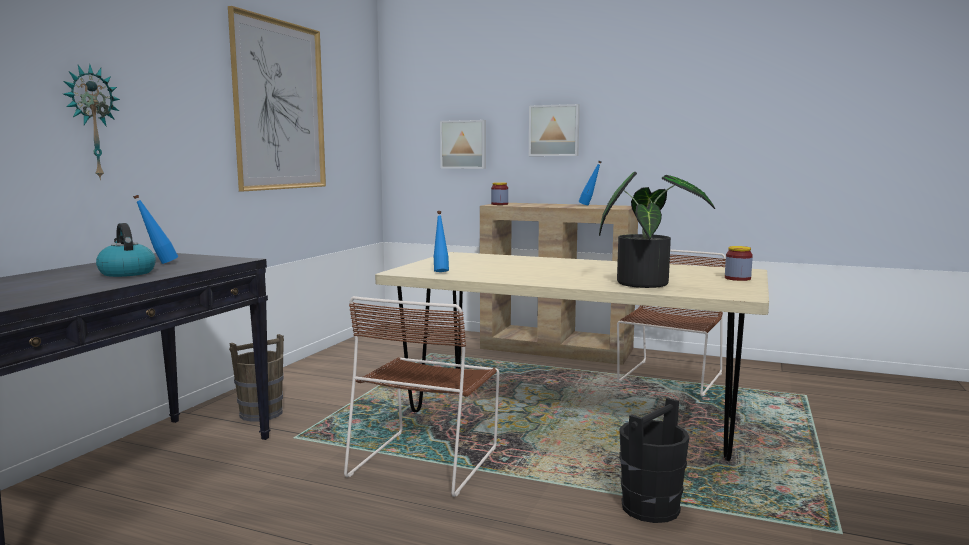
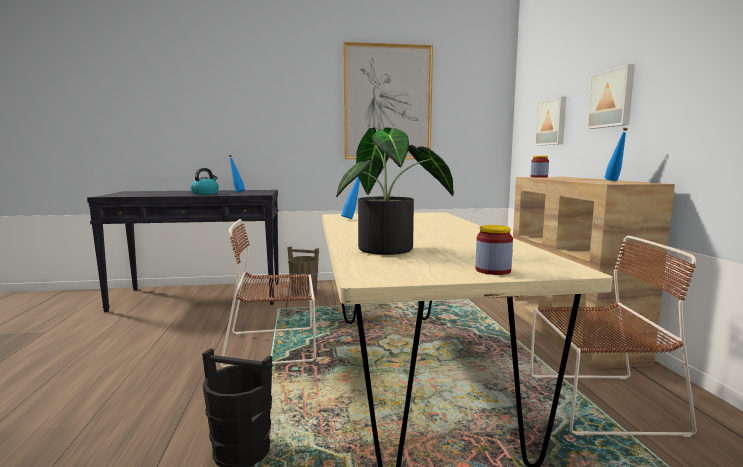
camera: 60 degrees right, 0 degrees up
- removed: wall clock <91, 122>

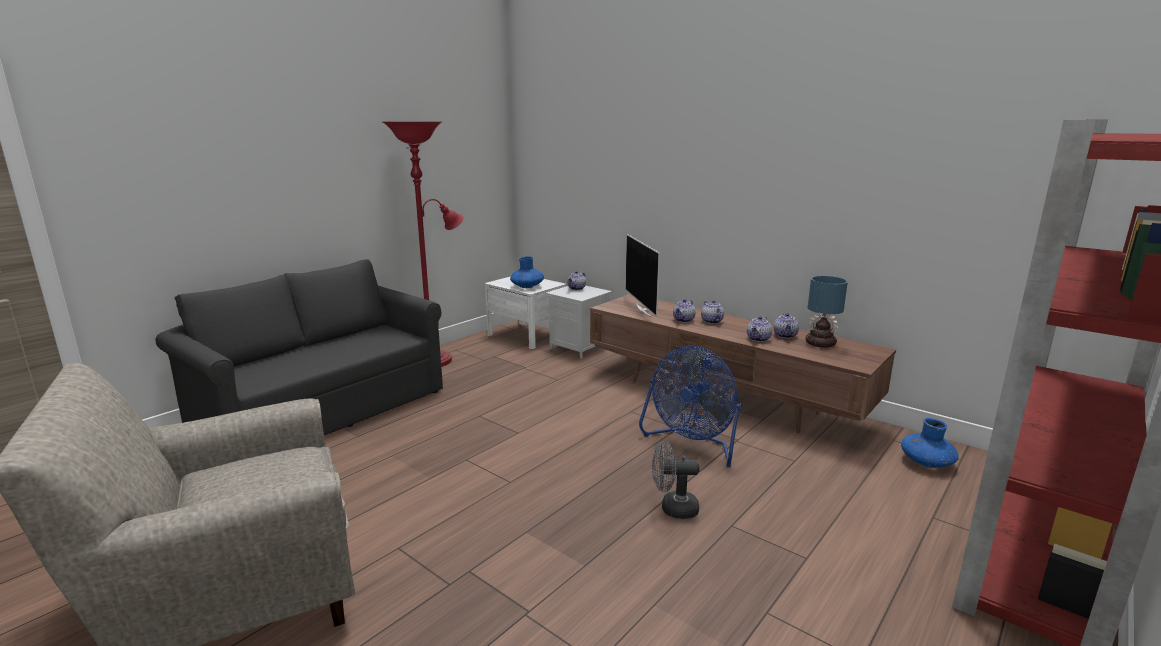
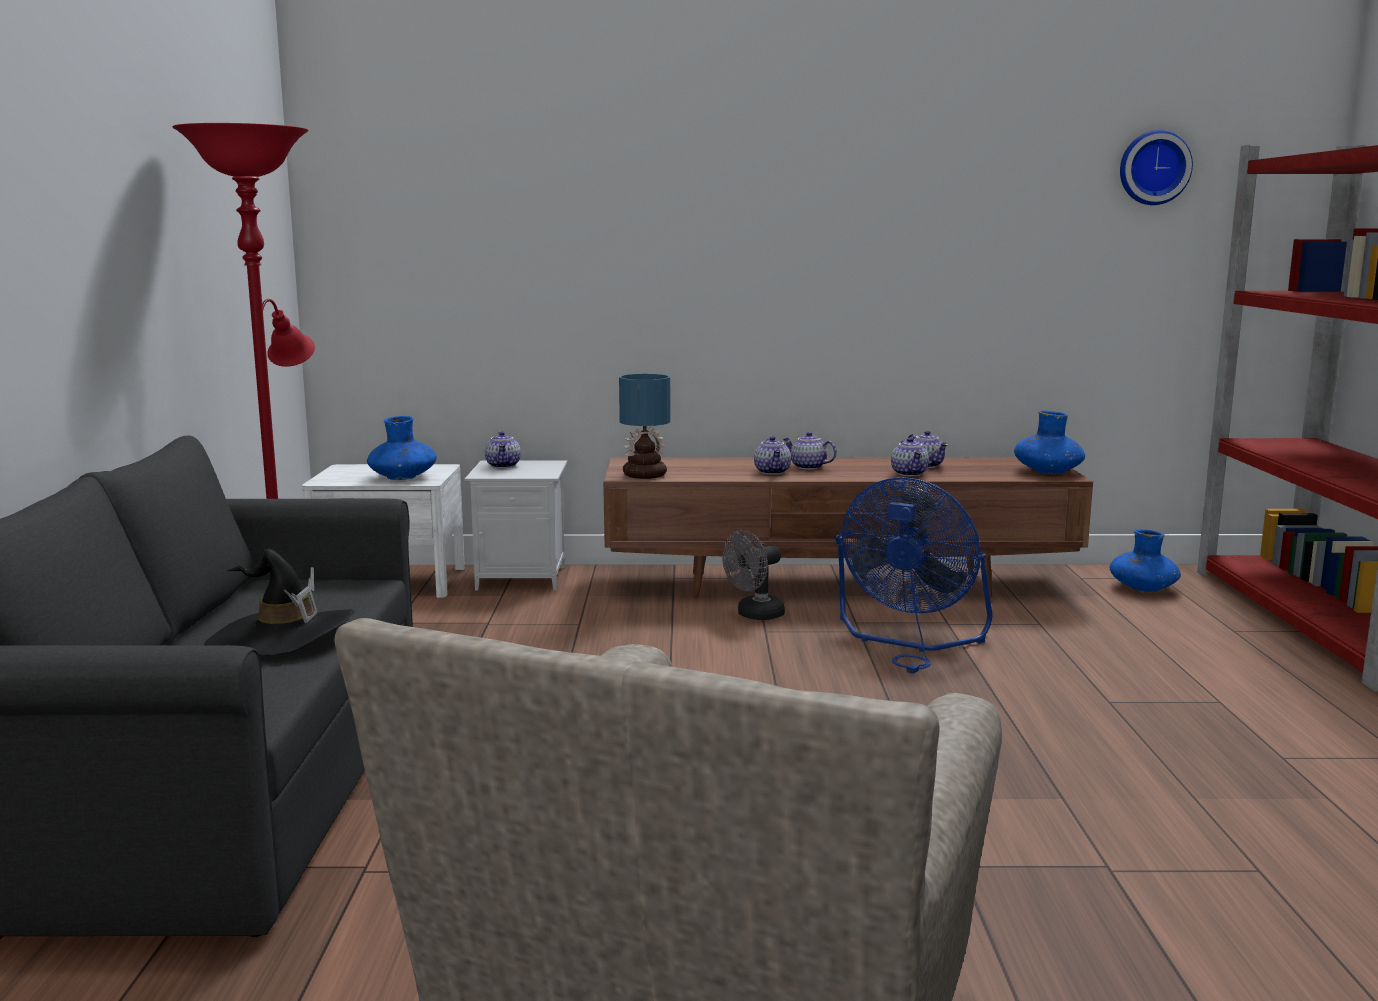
camera: 40 degrees left, 5 degrees down
- added: black hat <282, 638>
- moved: table lamp <821, 343> to <646, 475>
- moved: grey fan <673, 508> to <754, 615>
- turned: blue fan <691, 442> = <905, 640> 150 degrees counterclockwise
- added: blue vase <1048, 472>
- added: wall clock <1153, 168>
- removed: television <644, 310>

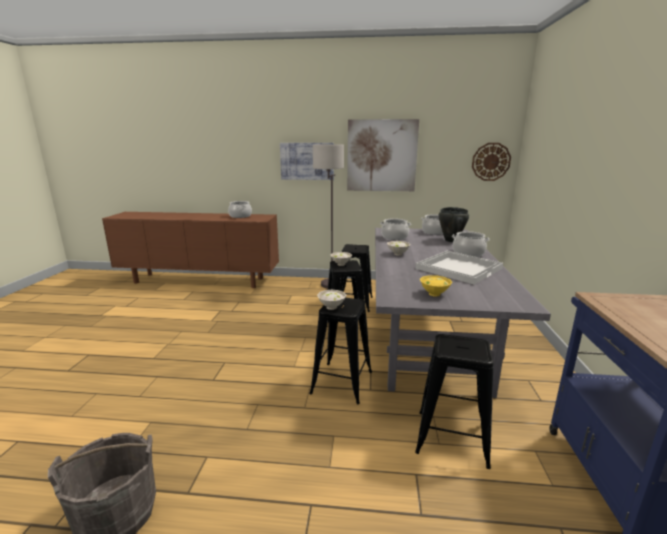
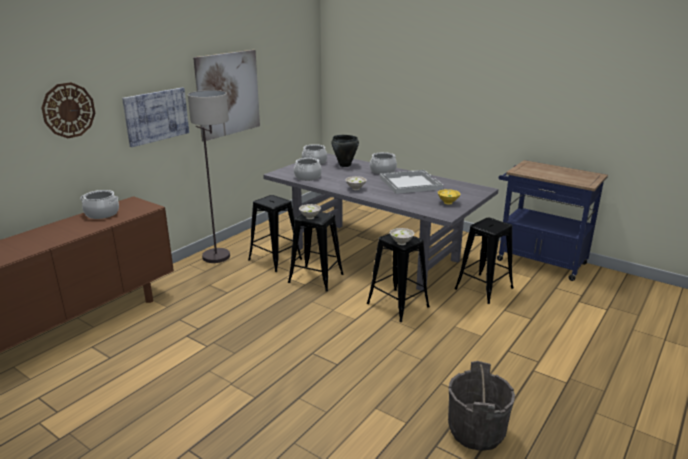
camera: 60 degrees left, 5 degrees up
- moved: wall clock <491, 161> to <68, 110>

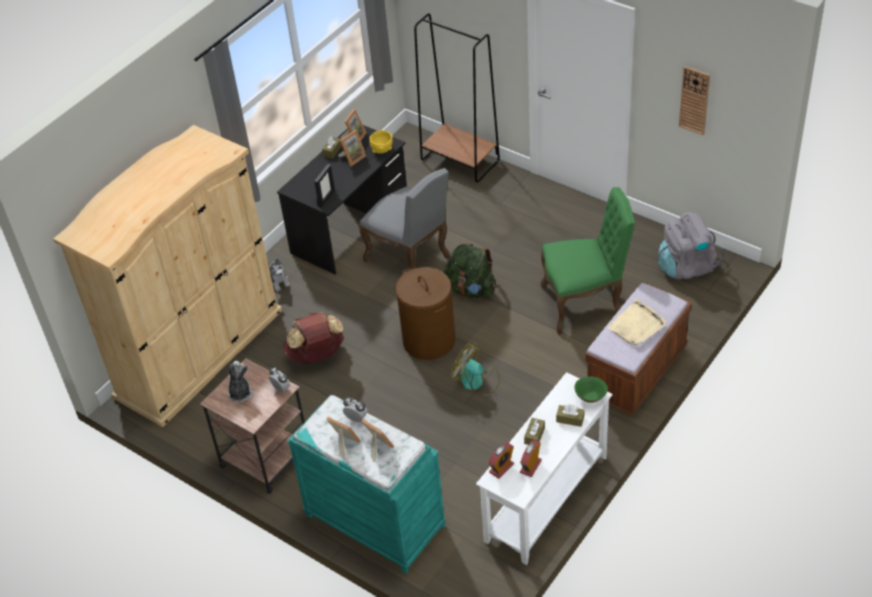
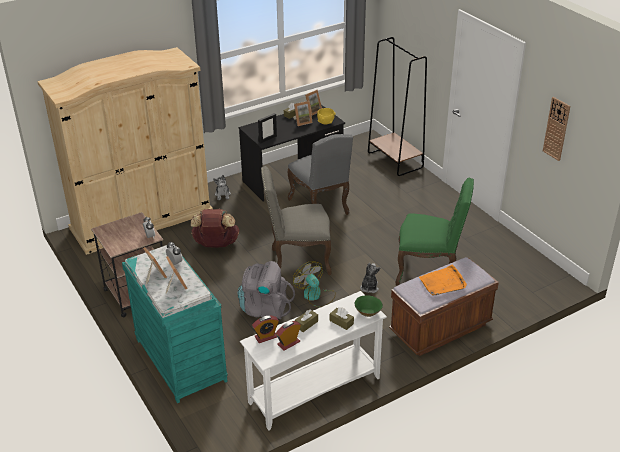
camera: 20 degrees right, 10 degrees down
- moved: grey backpack <686, 266> to <265, 309>
- replaced: brown laundry basket <428, 340> to grey chair <299, 259>
- moved: plush toy <240, 393> to <369, 288>
- recoloured: beige tray <637, 325> to orange tray <443, 283>
- removed: green backpack <471, 289>

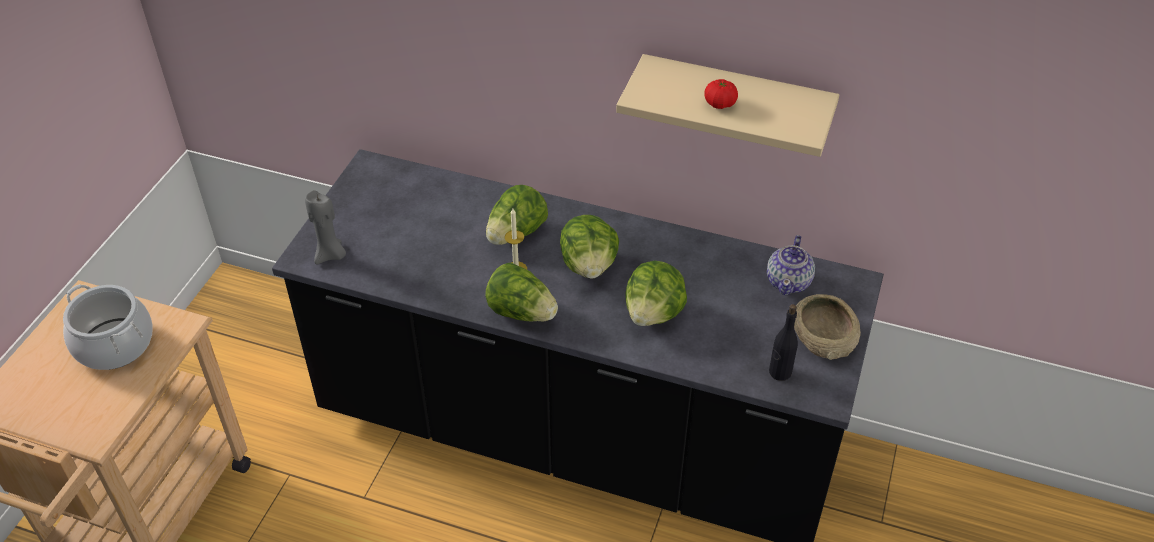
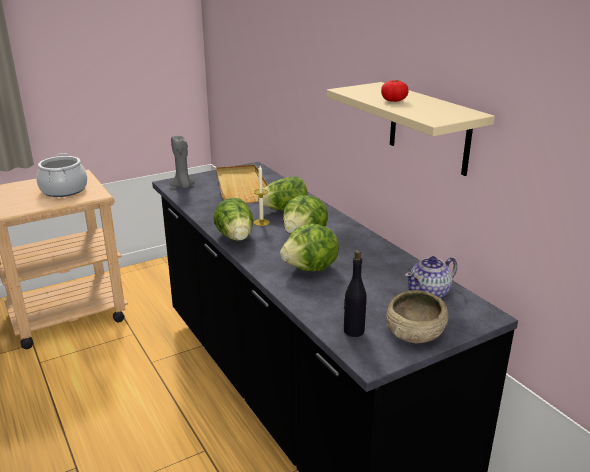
camera: 40 degrees right, 20 degrees down
- added: beige tray <241, 186>

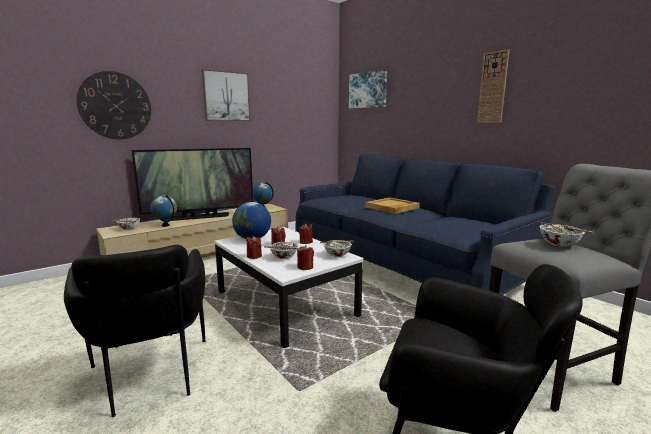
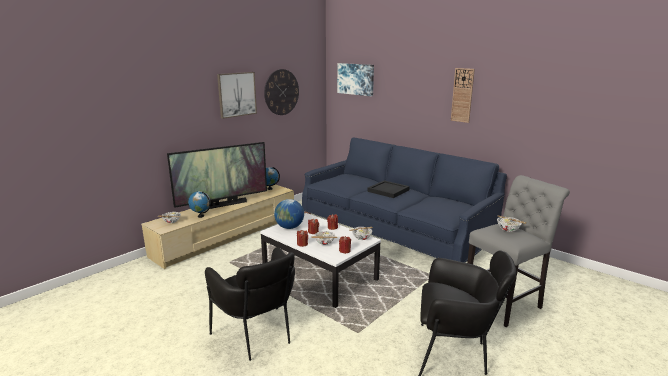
camera: 10 degrees left, 5 degrees up
- moved: wall clock <115, 106> to <281, 92>
- recoloured: beige tray <392, 207> to black tray <388, 191>

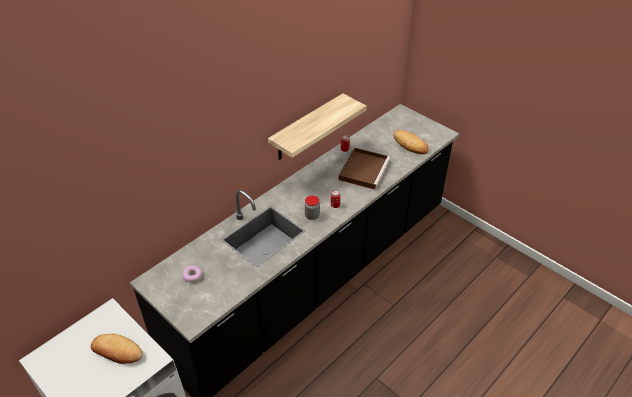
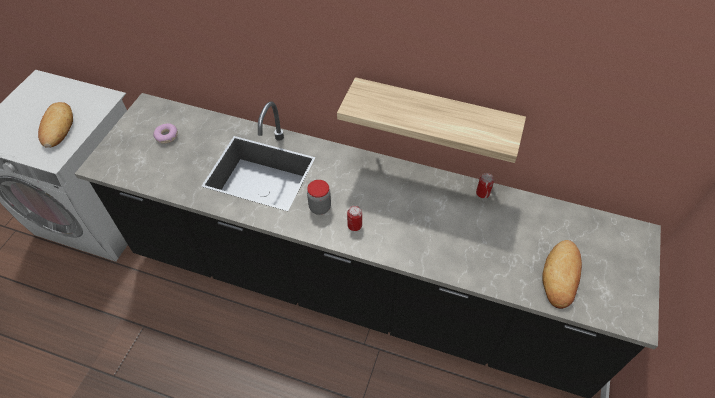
camera: 65 degrees right, 10 degrees up
- removed: brown tray <364, 169>

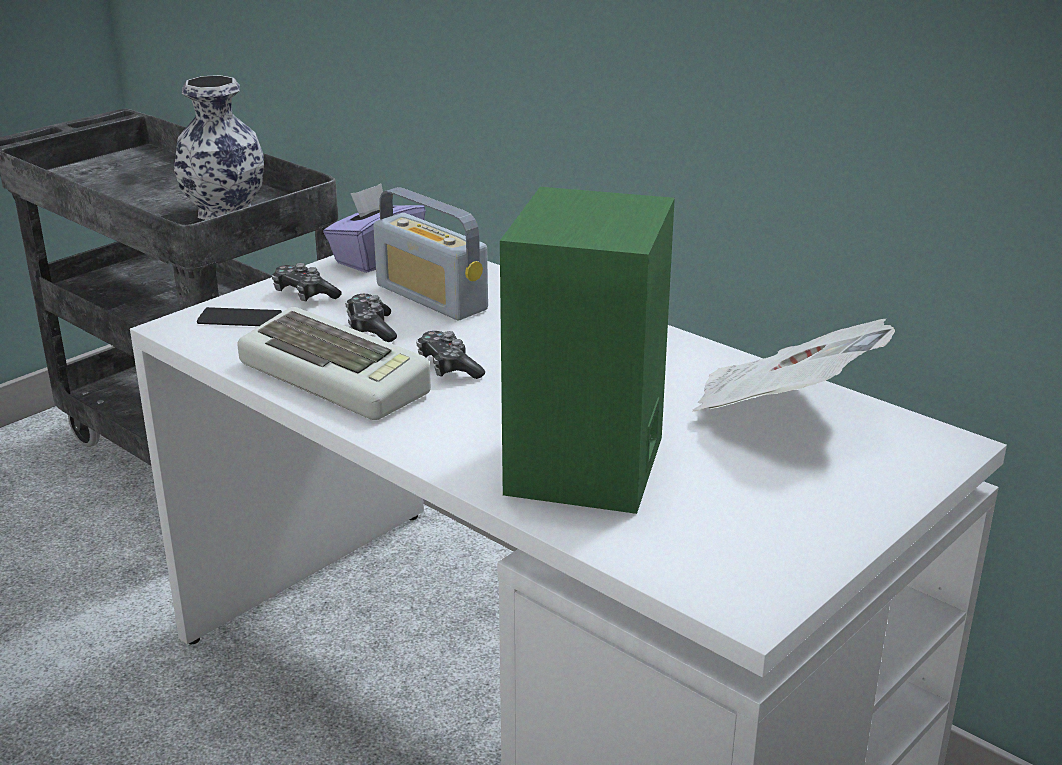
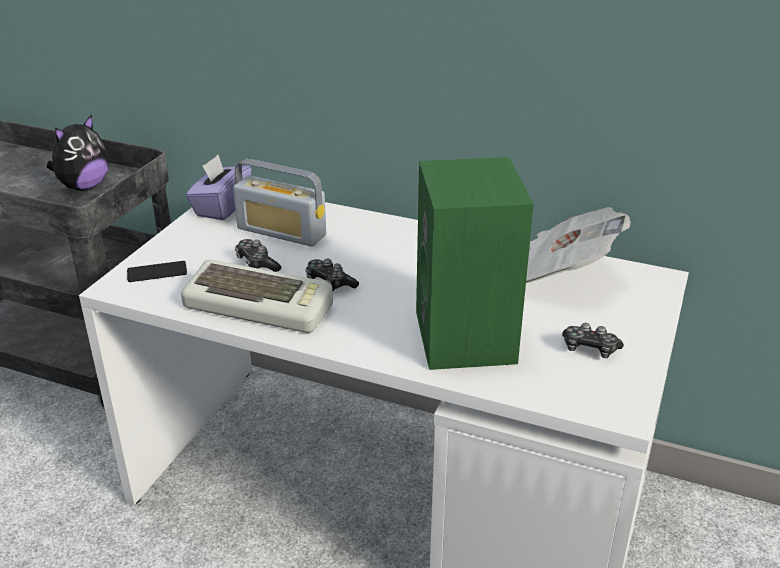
camera: 20 degrees left, 5 degrees up
- replaced: vase <226, 211> to plush toy <84, 186>
- moved: game controller <304, 294> to <589, 349>

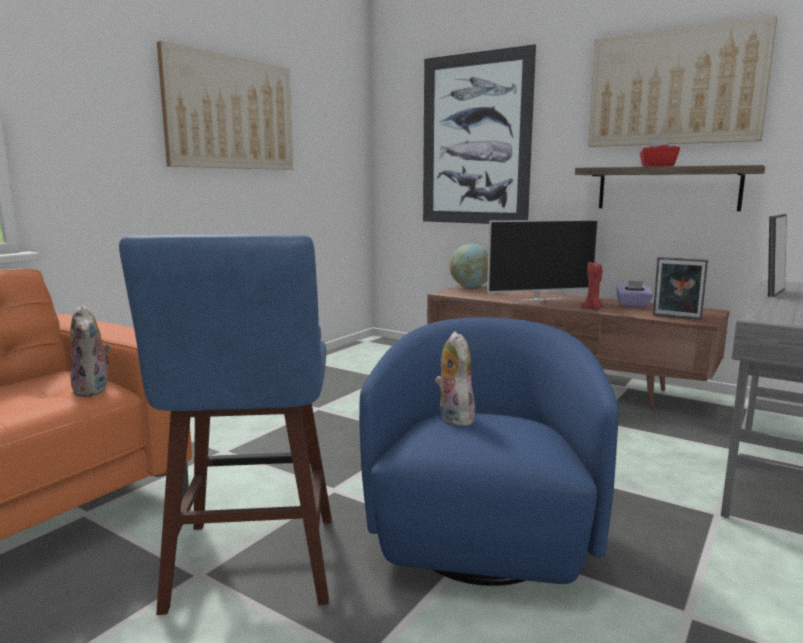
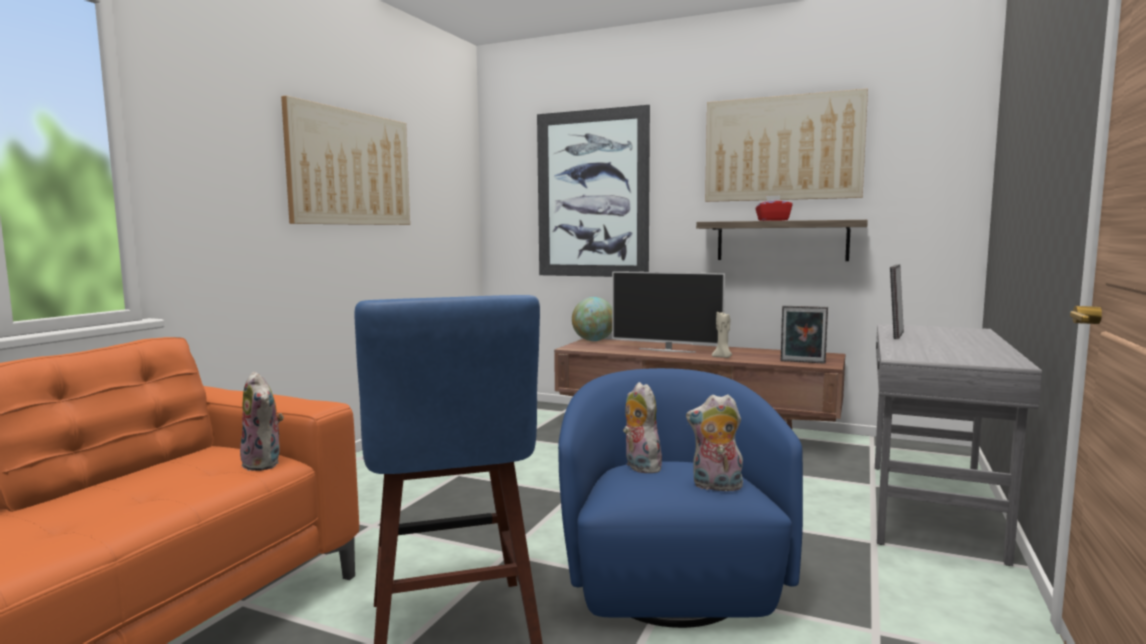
camera: 10 degrees left, 5 degrees down
- turned: television <538, 299> = <667, 350> 45 degrees clockwise
- added: plush toy <716, 487>
- recoloured: red candle <592, 309> to beige candle <722, 357>
- removed: purple tissue box <633, 305>

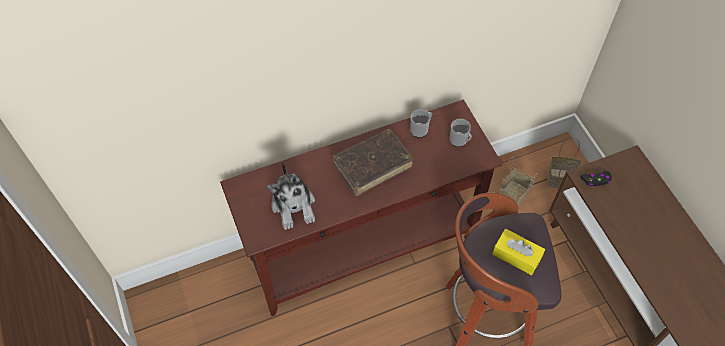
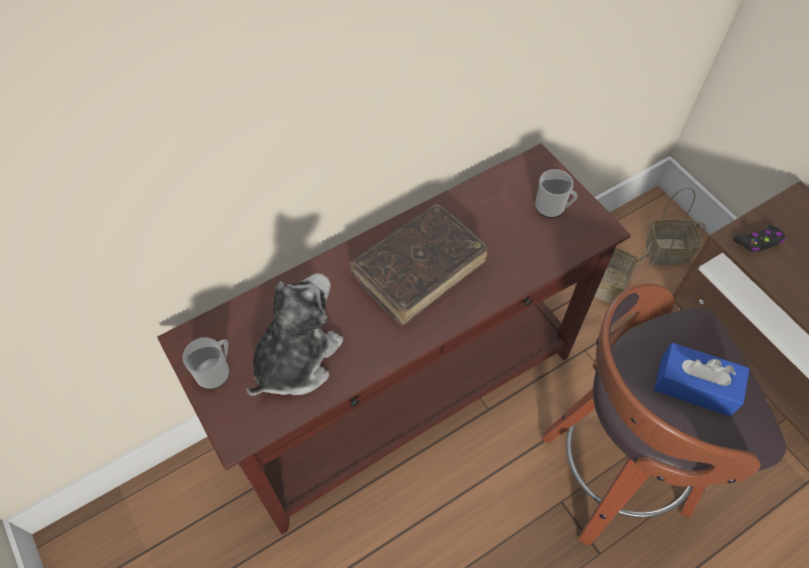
camera: 10 degrees left, 0 degrees up
- moved: mug <420, 129> to <216, 371>
- turned: plush toy <294, 205> = <296, 359> 120 degrees counterclockwise
- recoloured: yellow tissue box <516, 255> to blue tissue box <695, 386>

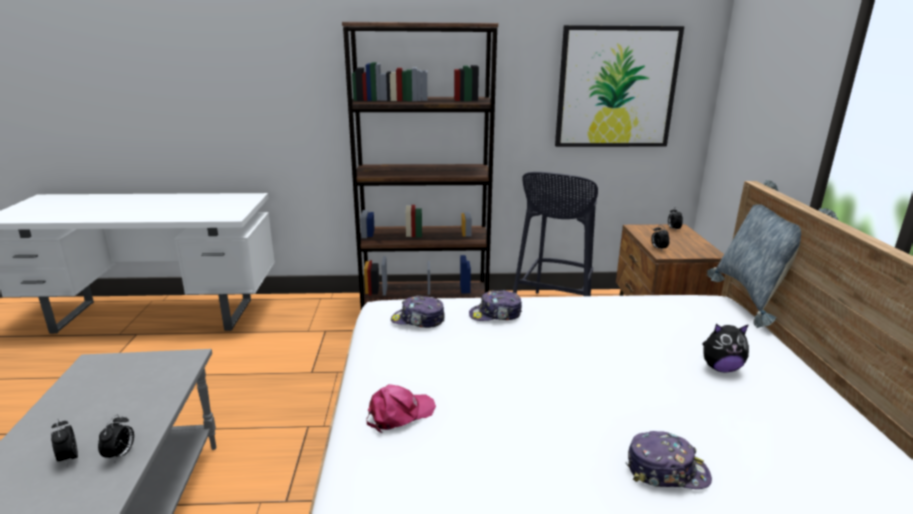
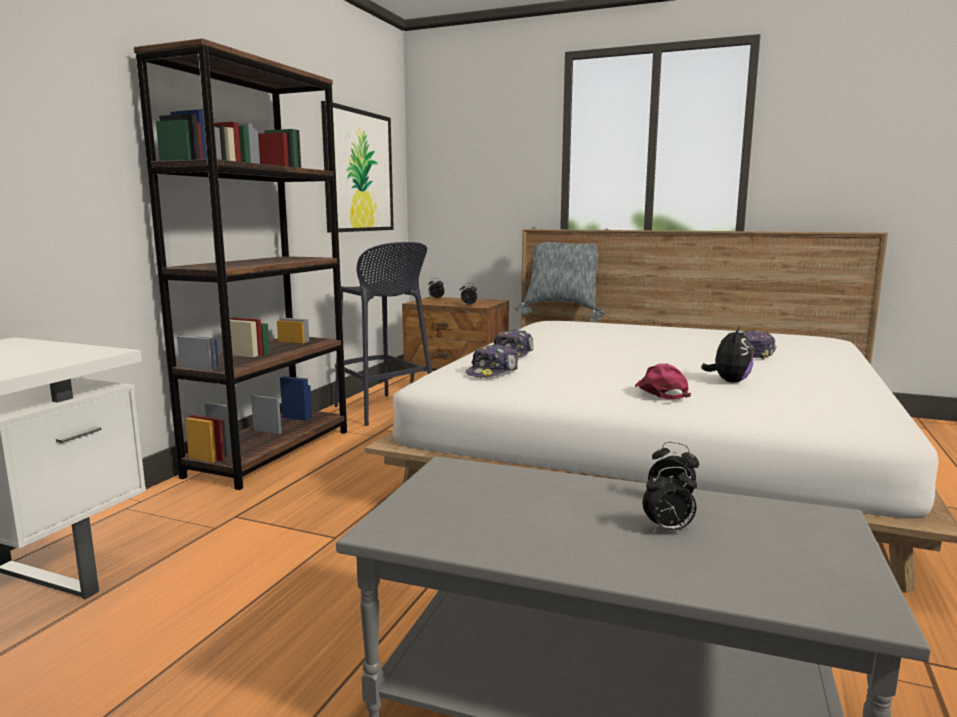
camera: 65 degrees left, 10 degrees down
- moved: plush toy <720, 368> to <729, 381>

